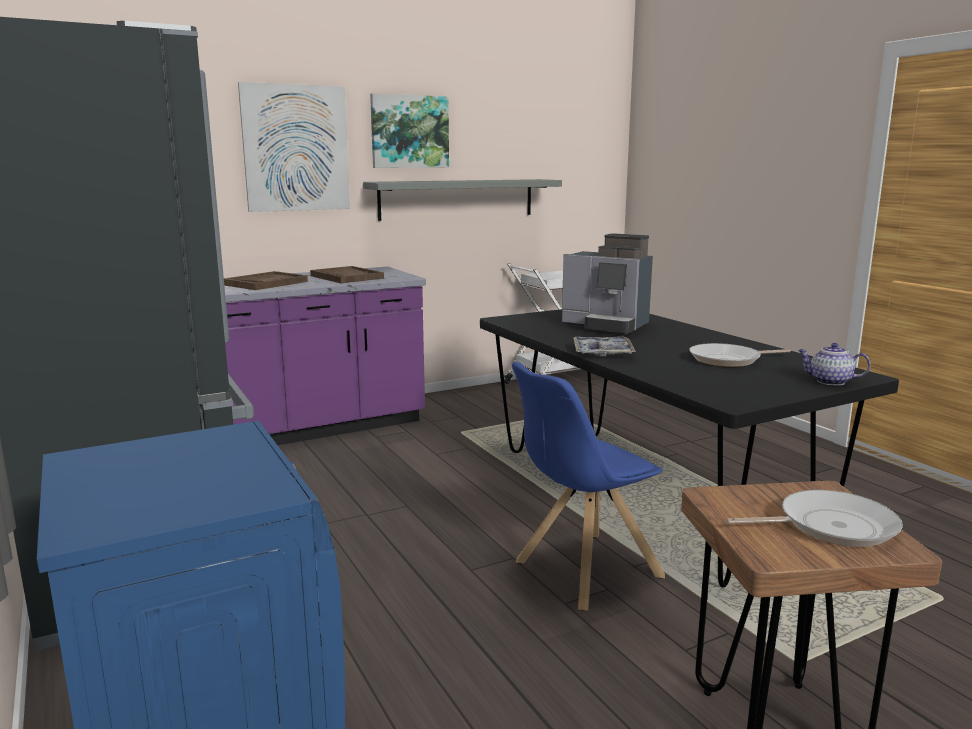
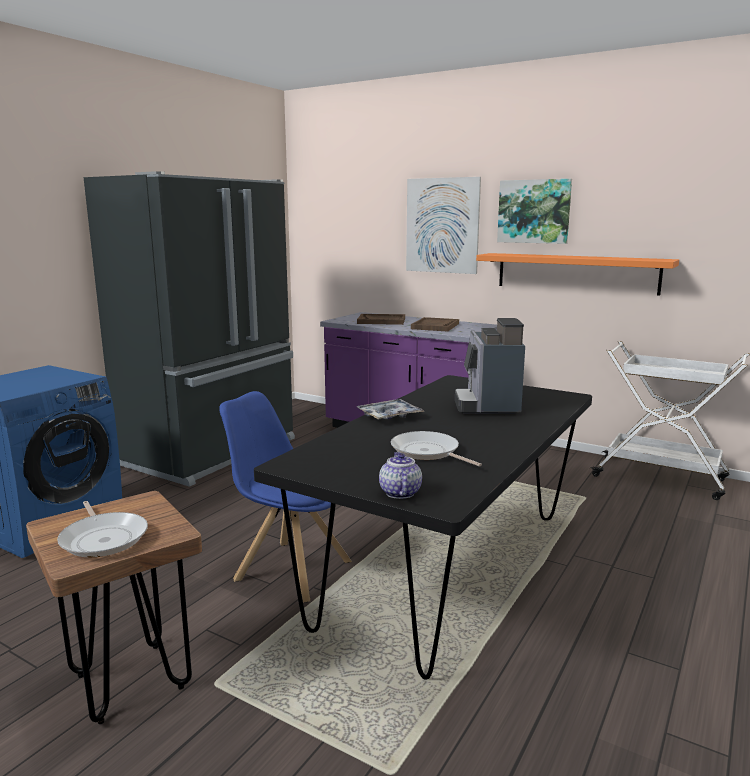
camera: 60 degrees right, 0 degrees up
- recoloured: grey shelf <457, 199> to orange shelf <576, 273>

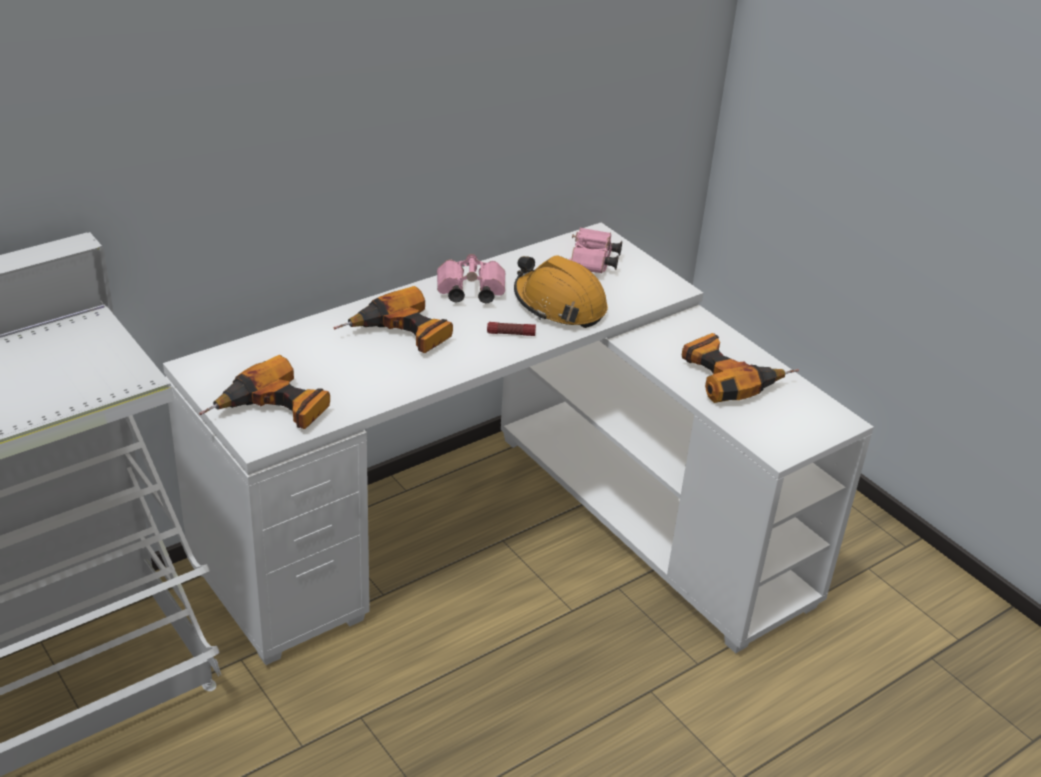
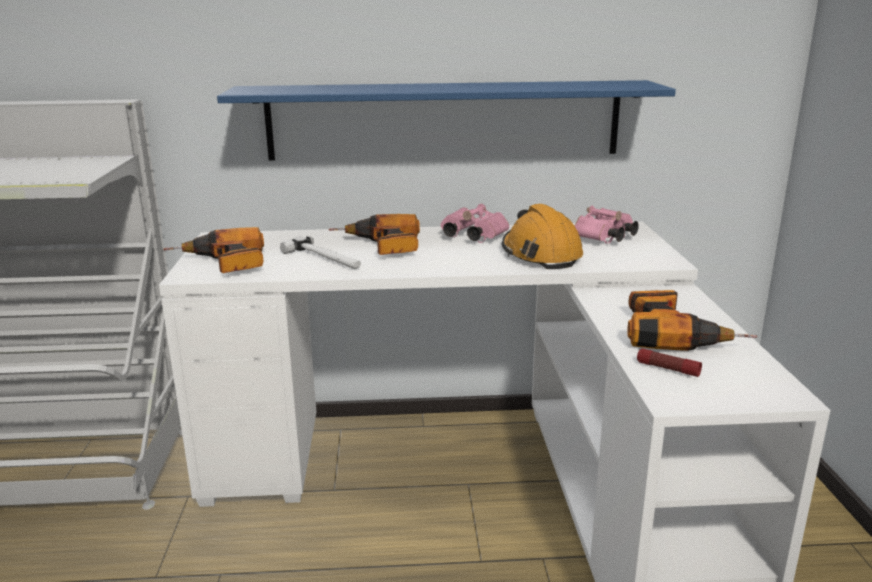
camera: 35 degrees right, 15 degrees down
- added: blue shelf <444, 120>
- added: hammer <323, 259>
- moved: flashlight <511, 334> to <667, 369>

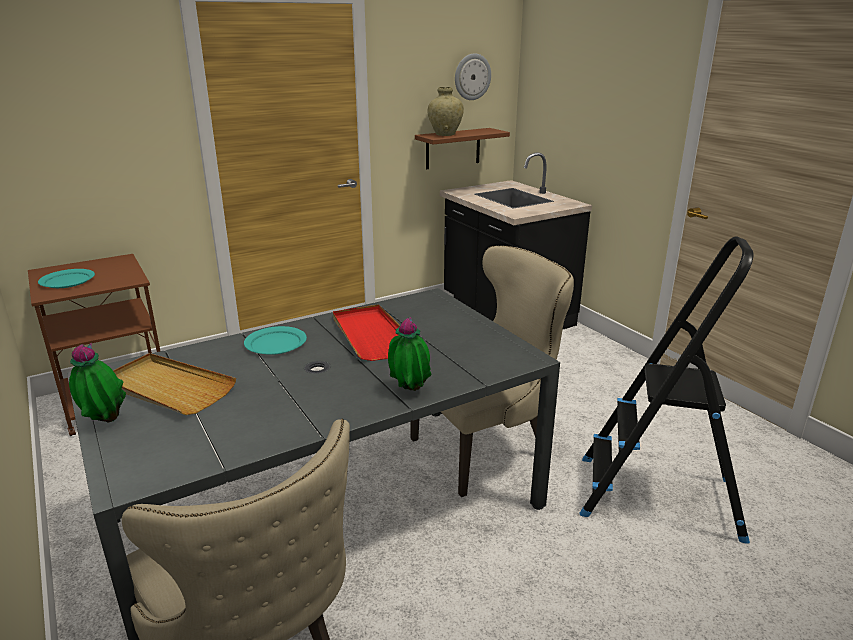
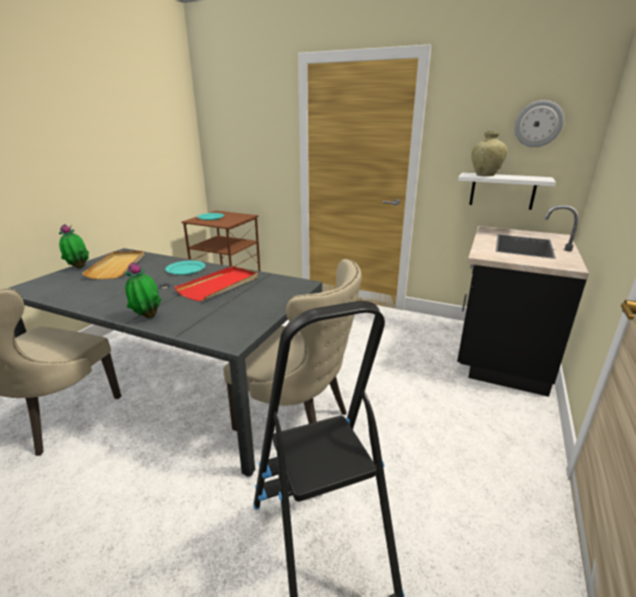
camera: 55 degrees right, 0 degrees up
- recoloured: brown shelf <453, 148> to white shelf <502, 191>

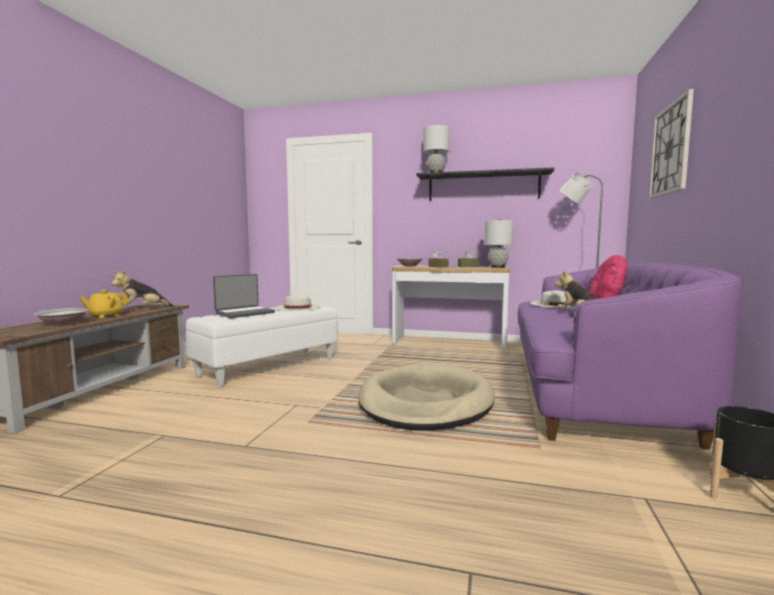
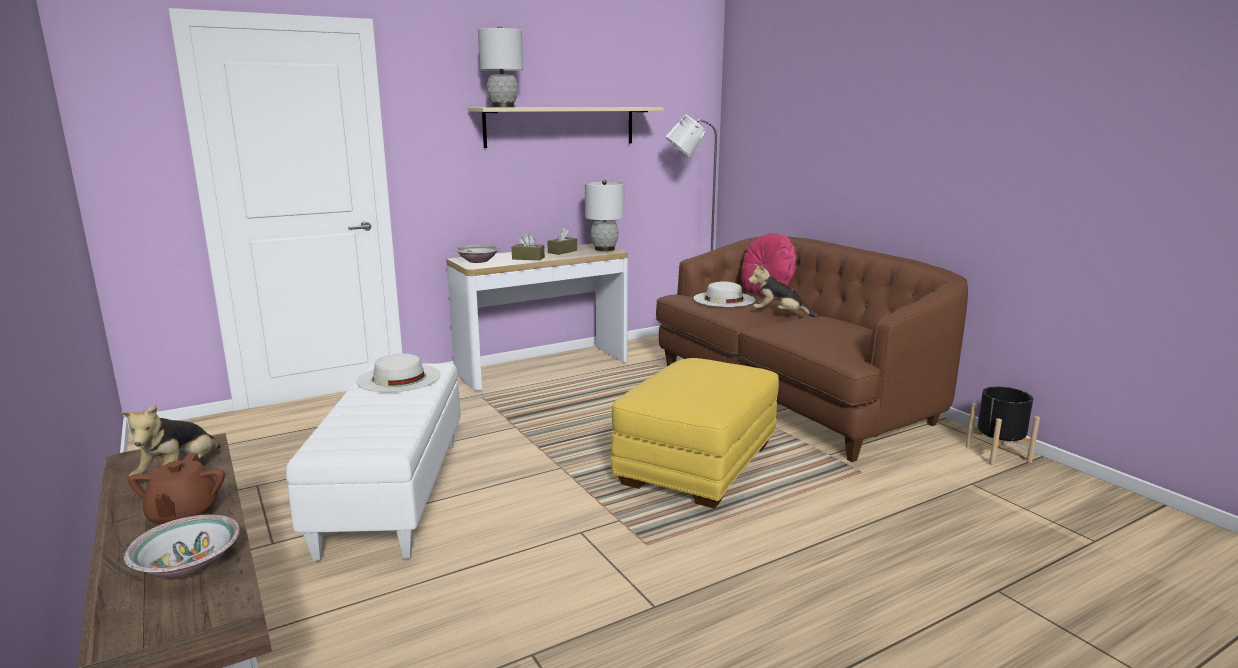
camera: 45 degrees left, 10 degrees up
- recoloured: yellow teapot <105, 316> to brown teapot <184, 516>
- recoloured: black shelf <483, 187> to beige shelf <560, 126>
- replaced: beige dog bed <426, 402> to yellow ottoman <697, 465>
- recoloured: purple sofa <593, 393> to brown sofa <793, 395>
- removed: laptop <244, 313>
- removed: wall clock <671, 149>

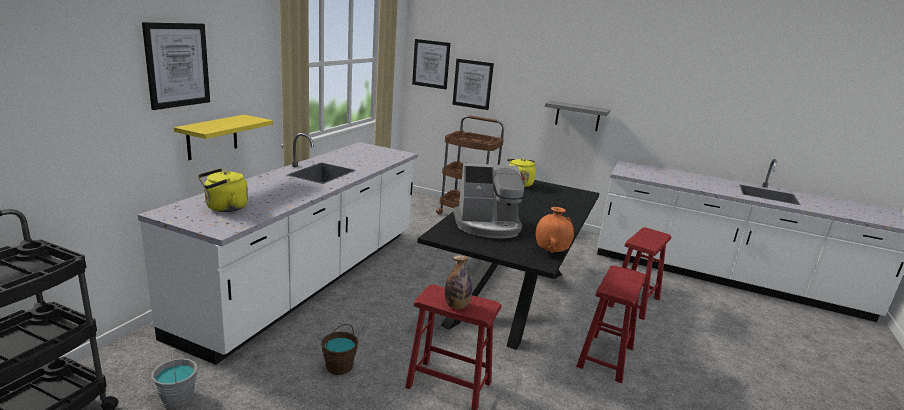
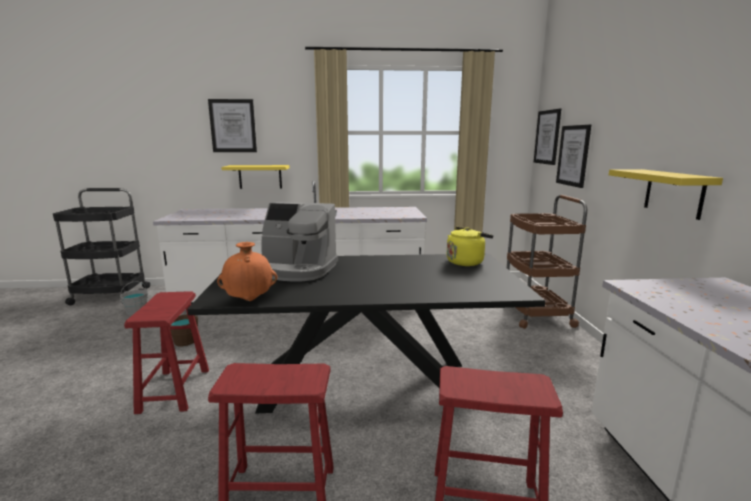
camera: 65 degrees right, 5 degrees down
- turned: coffee machine <488, 225> = <297, 270> 45 degrees counterclockwise
- recoloured: grey shelf <577, 116> to yellow shelf <674, 193>
- removed: yellow kettle <224, 208>
- removed: bottle <456, 306>

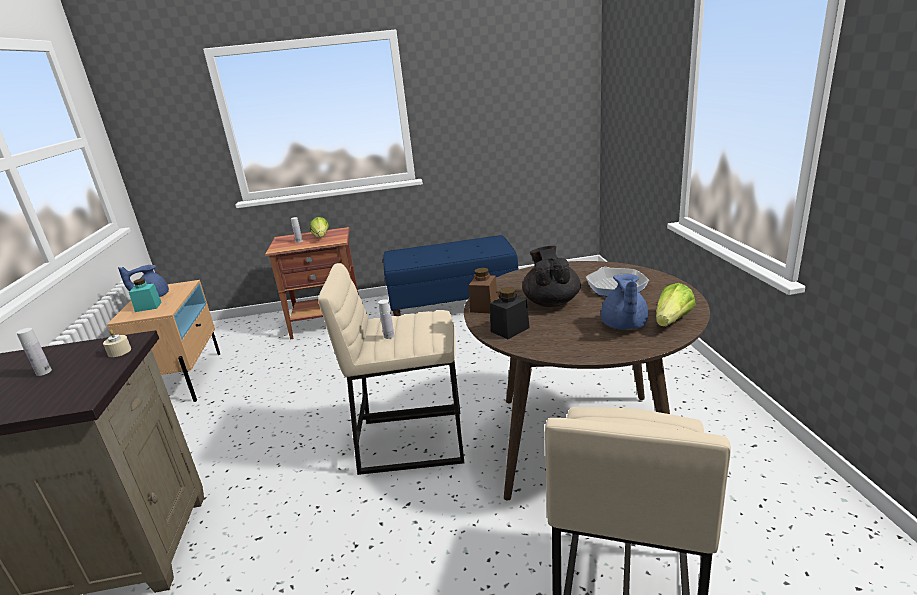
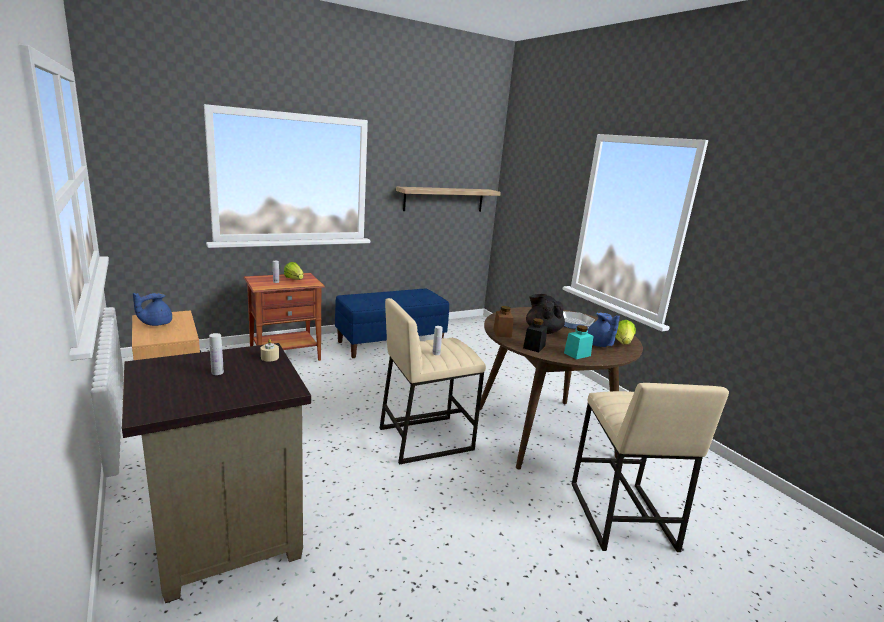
camera: 25 degrees left, 5 degrees down
- added: shelf <444, 199>
- moved: turquoise jar <148, 307> to <577, 354>

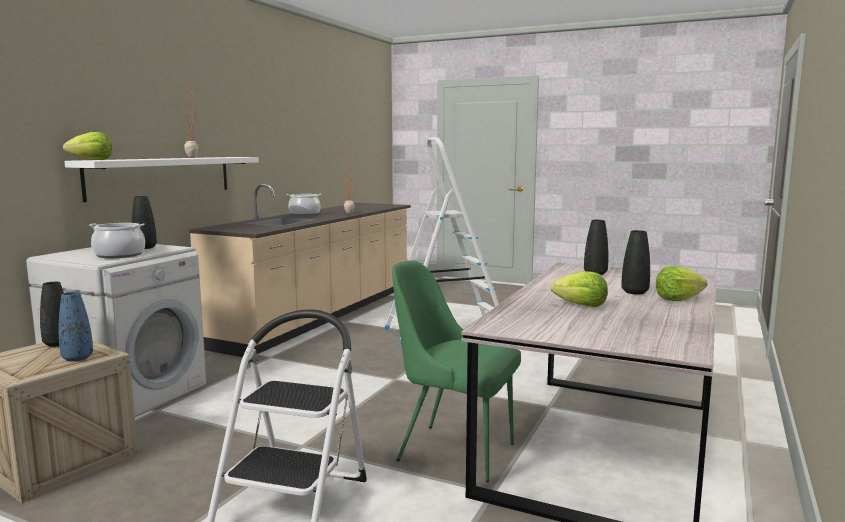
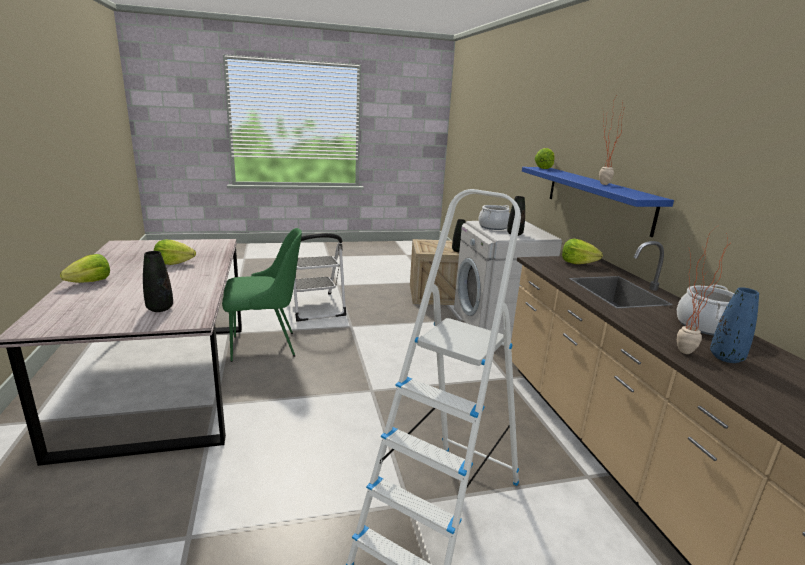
camera: 140 degrees right, 10 degrees up
- recoloured: white shelf <162, 176> to blue shelf <596, 198>
- added: lettuce <577, 263>
- moved: blue vase <77, 358> to <726, 358>
- removed: black vase <634, 292>

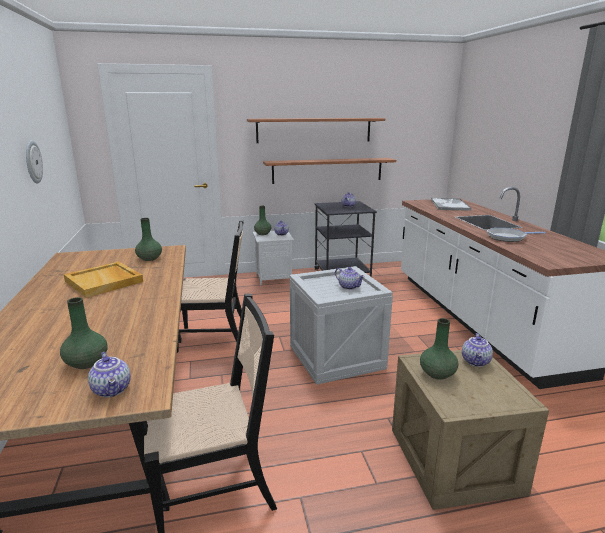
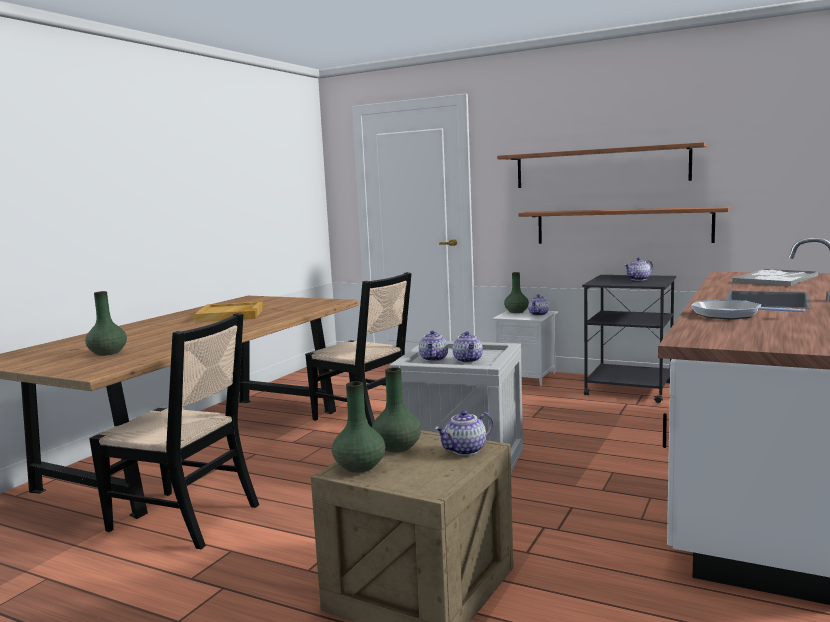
camera: 40 degrees right, 10 degrees down
- moved: green vase <149, 258> to <359, 467>
- moved: teapot <113, 389> to <434, 359>
- removed: wall clock <32, 162>

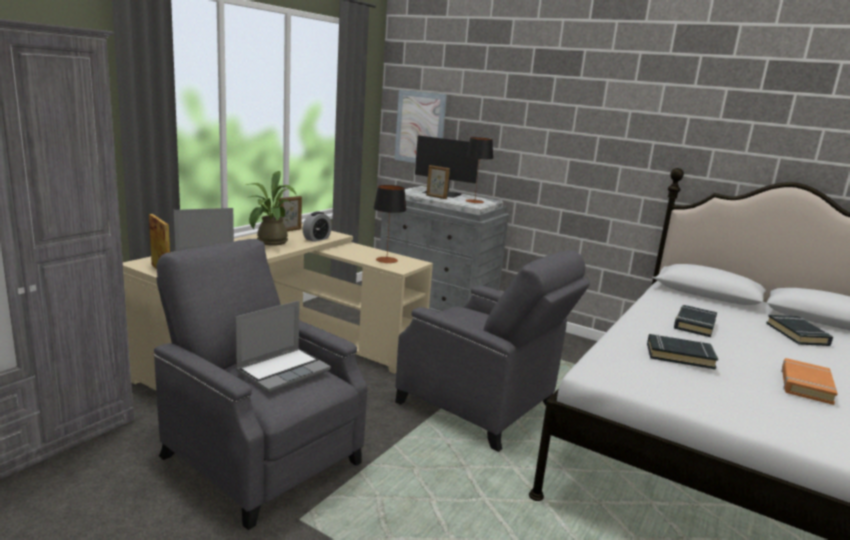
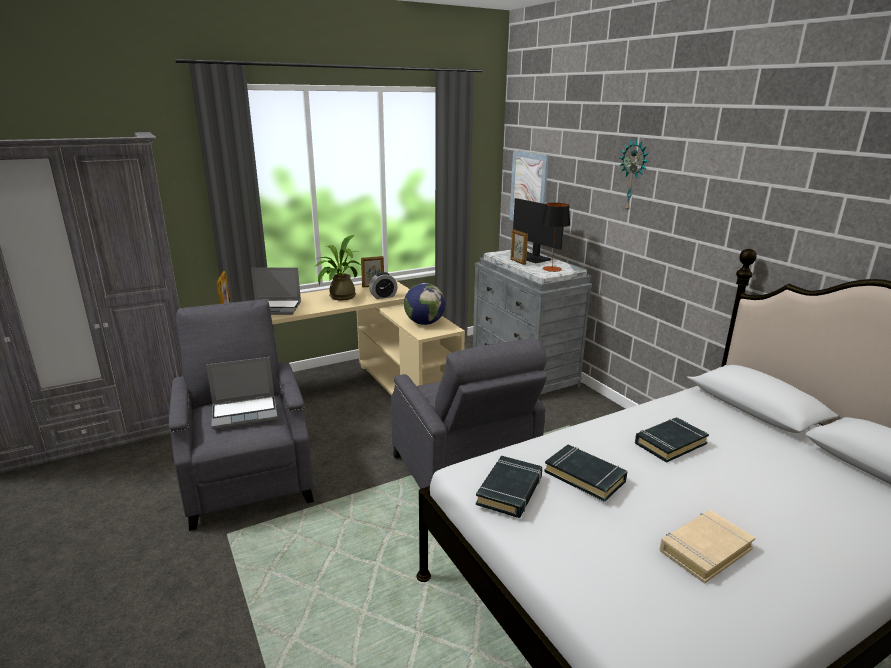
camera: 30 degrees right, 5 degrees up
- replaced: table lamp <386, 260> to globe <424, 323>
- moved: black book <797, 334> to <510, 491>
- added: wall clock <633, 176>
- recoloured: orange book <805, 385> to beige book <704, 550>

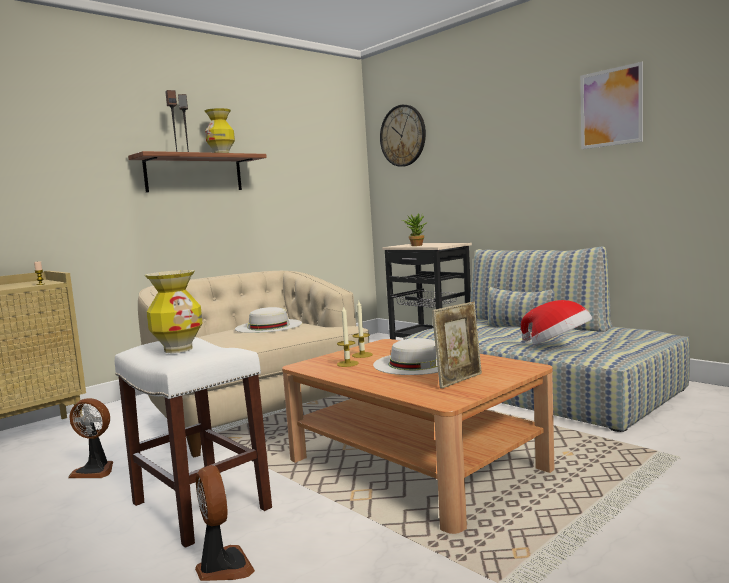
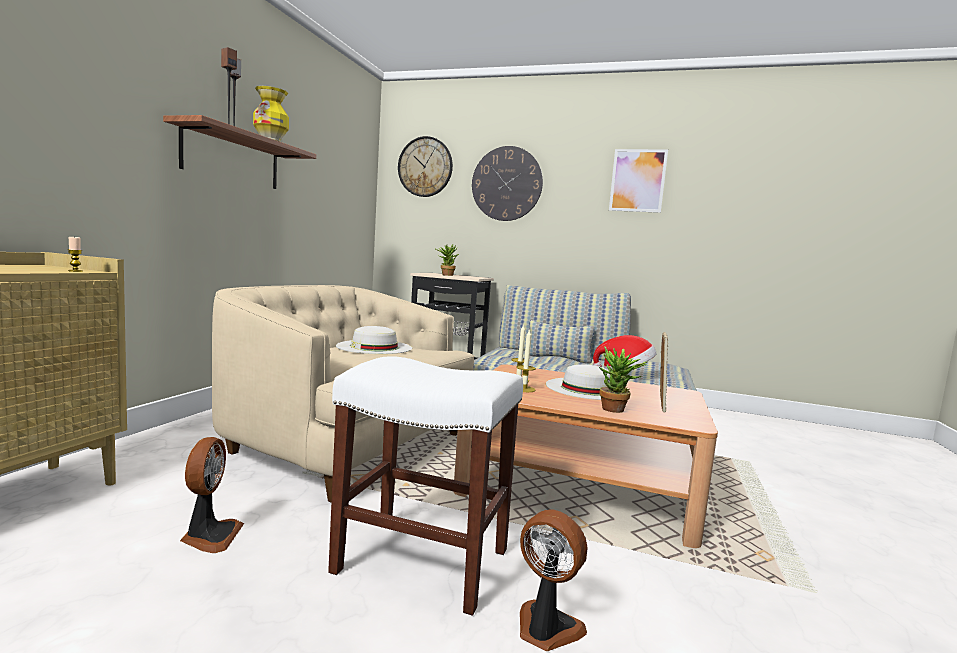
camera: 30 degrees left, 0 degrees up
- turned: fan <95, 470> = <210, 536> 75 degrees counterclockwise
- added: wall clock <506, 184>
- added: potted plant <617, 410>
- removed: vase <178, 349>

